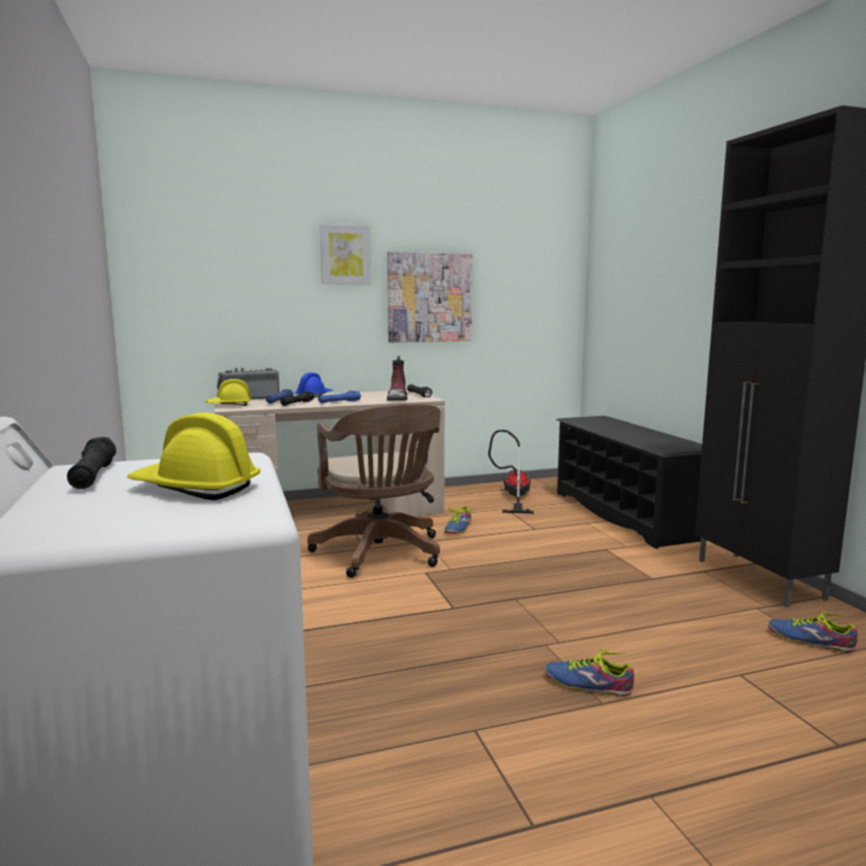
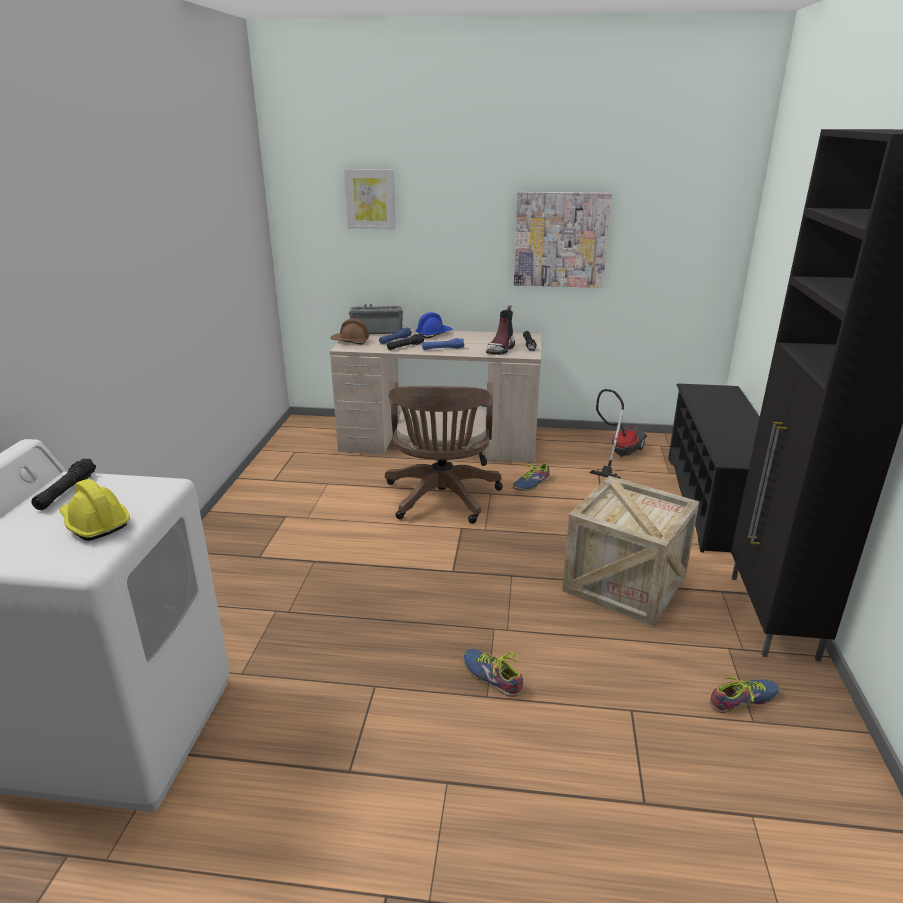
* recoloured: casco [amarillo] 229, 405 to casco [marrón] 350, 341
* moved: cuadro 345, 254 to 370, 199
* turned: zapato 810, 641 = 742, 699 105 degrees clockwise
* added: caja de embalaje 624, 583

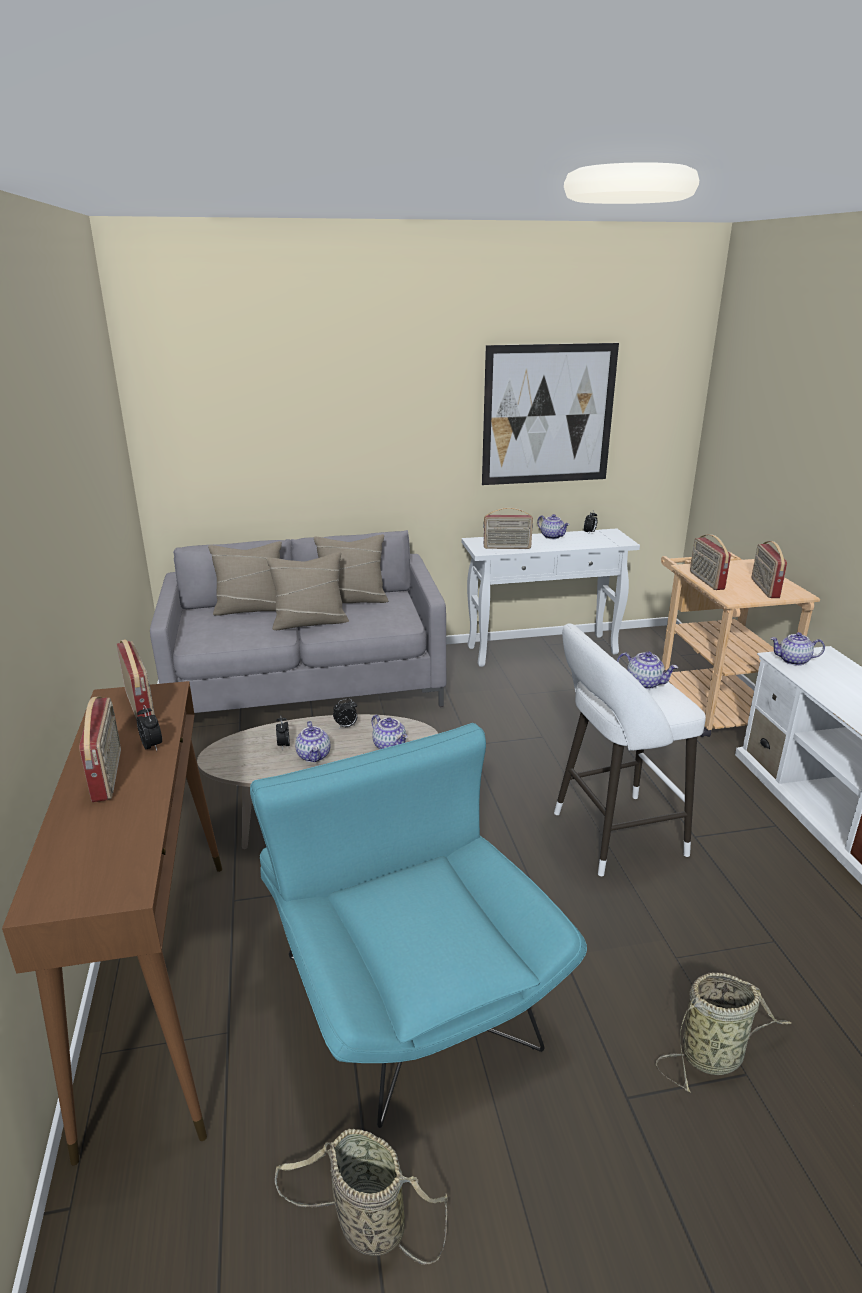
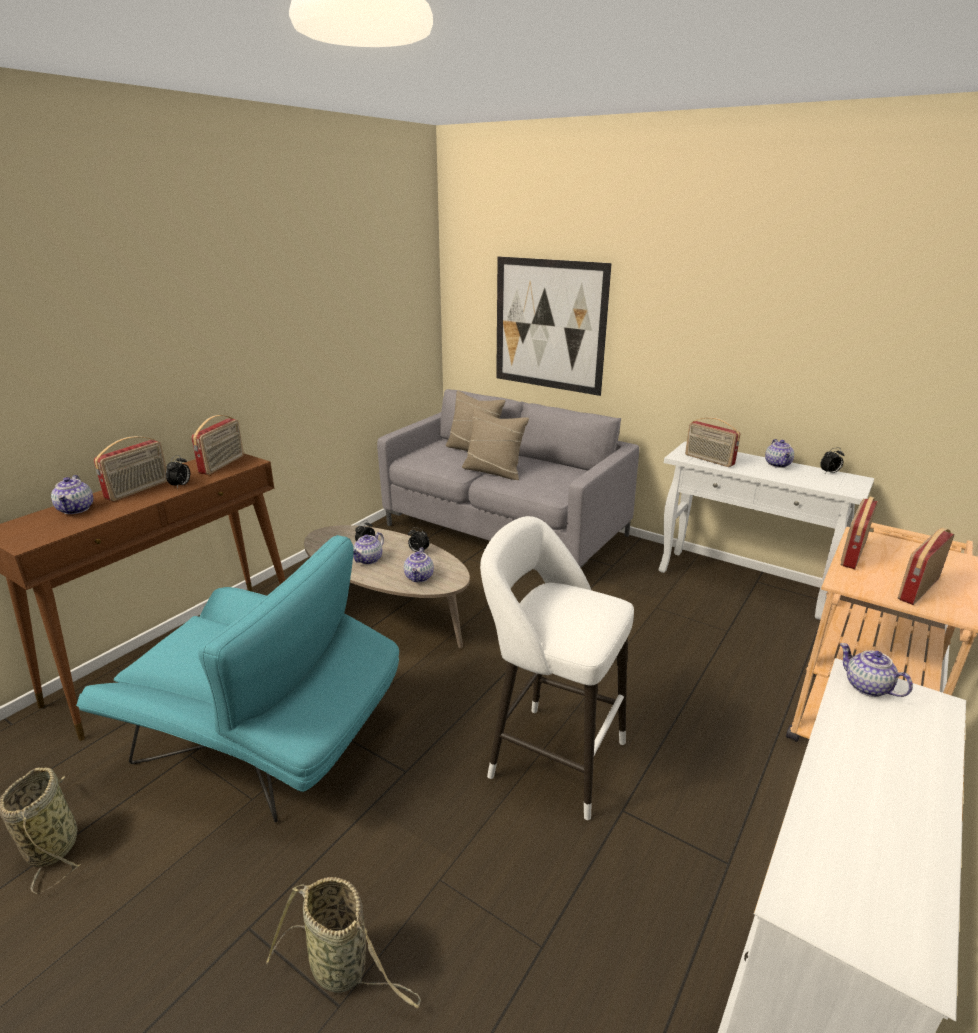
* turned: sillón [turquesa] 404, 982 = 266, 742 90 degrees clockwise
* removed: cojín [beis] 352, 600
* moved: cuadro 548, 415 to 549, 325
* moved: tetera 644, 683 to 76, 509

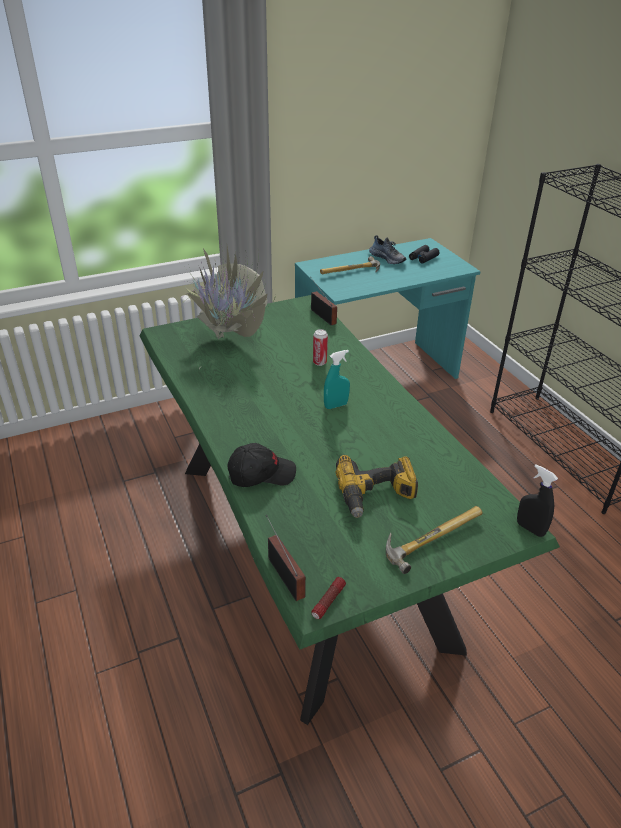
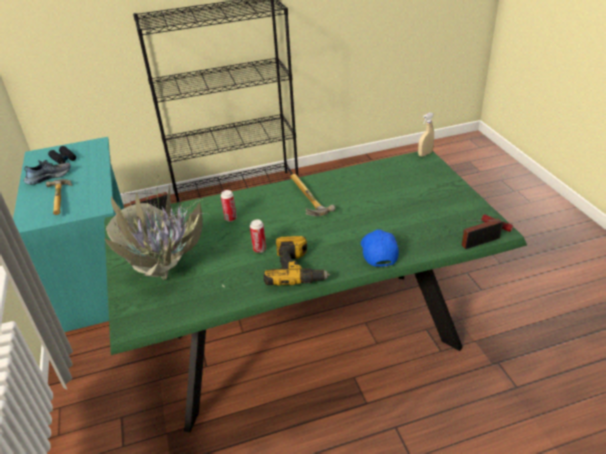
* recoloured: gorra [negro] 261, 474 to gorra [azul] 378, 252
* removed: pulverizador [turquesa] 336, 405
* moved: taladro 376, 495 to 297, 270
* moved: martillo 430, 536 to 305, 199
* recoloured: pulverizador [negro] 530, 529 to pulverizador [beis] 425, 154
* added: lata 259, 249

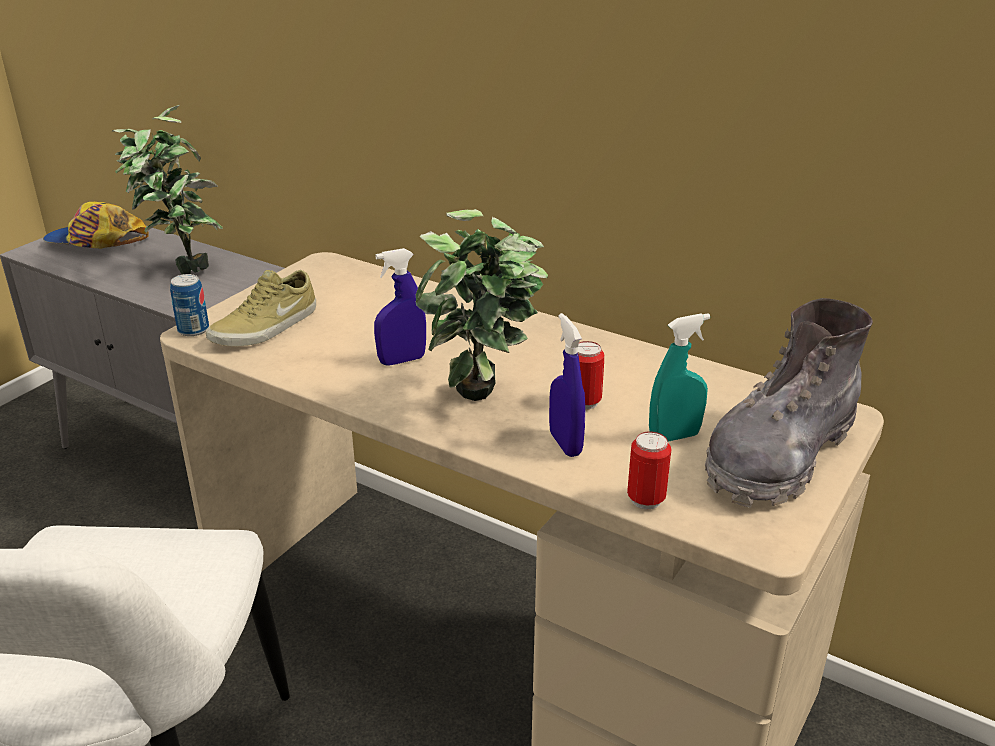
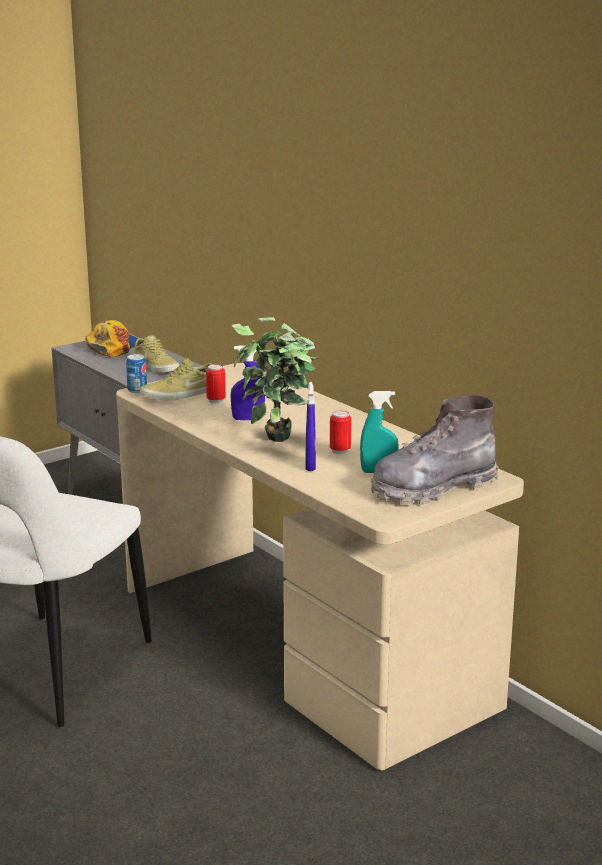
* turned: gorra 95, 242 = 112, 347 75 degrees clockwise
* replaced: planta en maceta 181, 267 to zapato [beis] 158, 367
* moved: lata 646, 500 to 216, 401

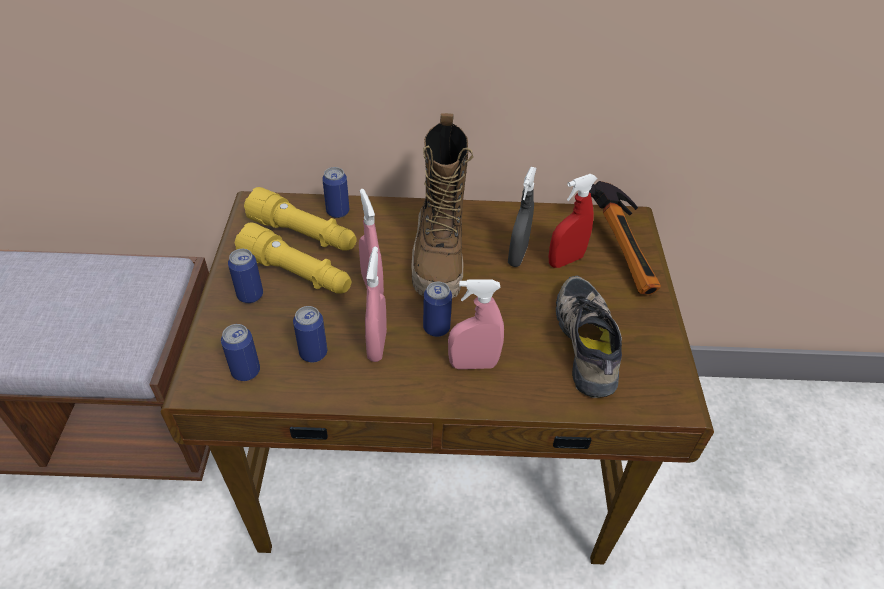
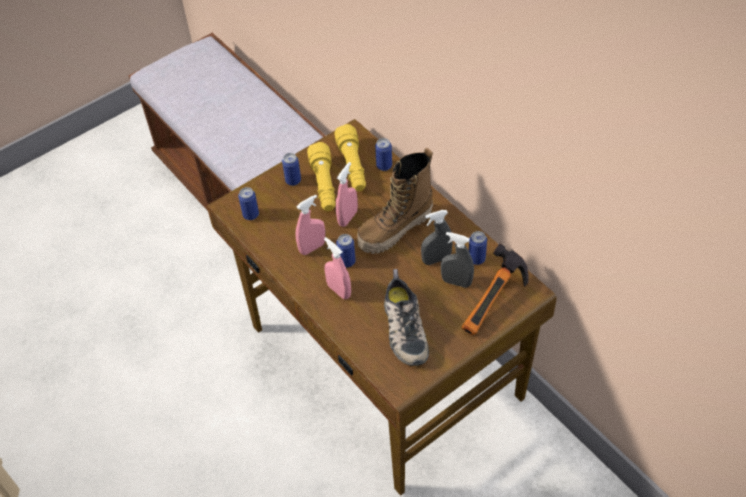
* moved: lata 313, 353 to 476, 259
* recoloured: pulverizador [rojo] 565, 260 to pulverizador [gris] 456, 282
* turned: zapato 589, 343 = 403, 328 120 degrees clockwise

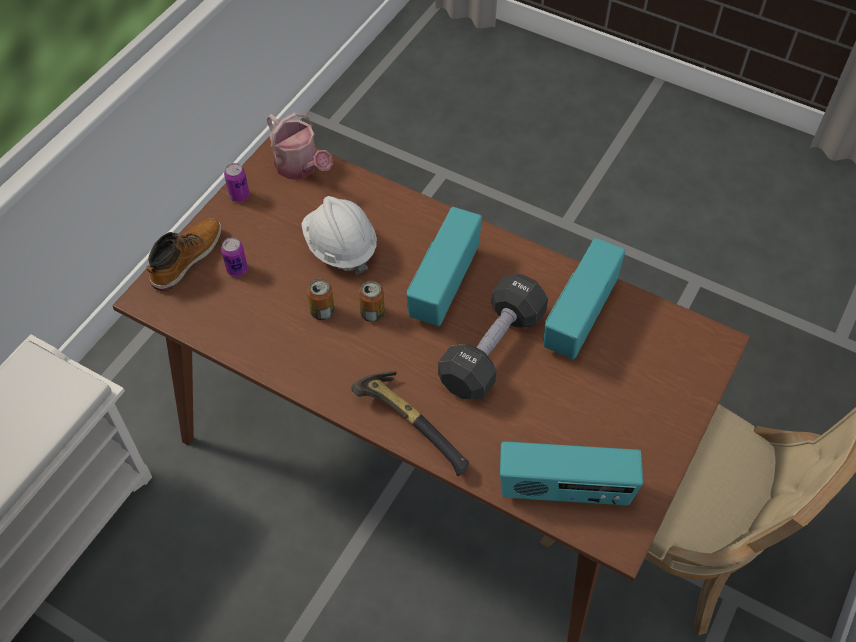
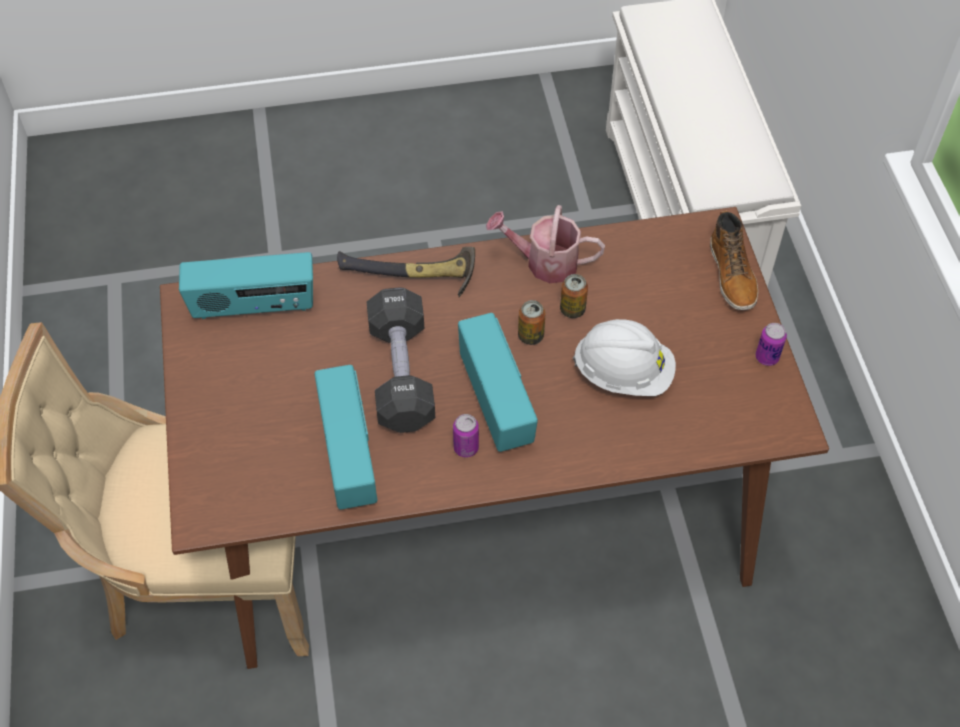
* moved: lata 237, 270 to 466, 448
* moved: regadera 300, 167 to 544, 262
* turned: radio 564, 490 = 254, 307 150 degrees counterclockwise

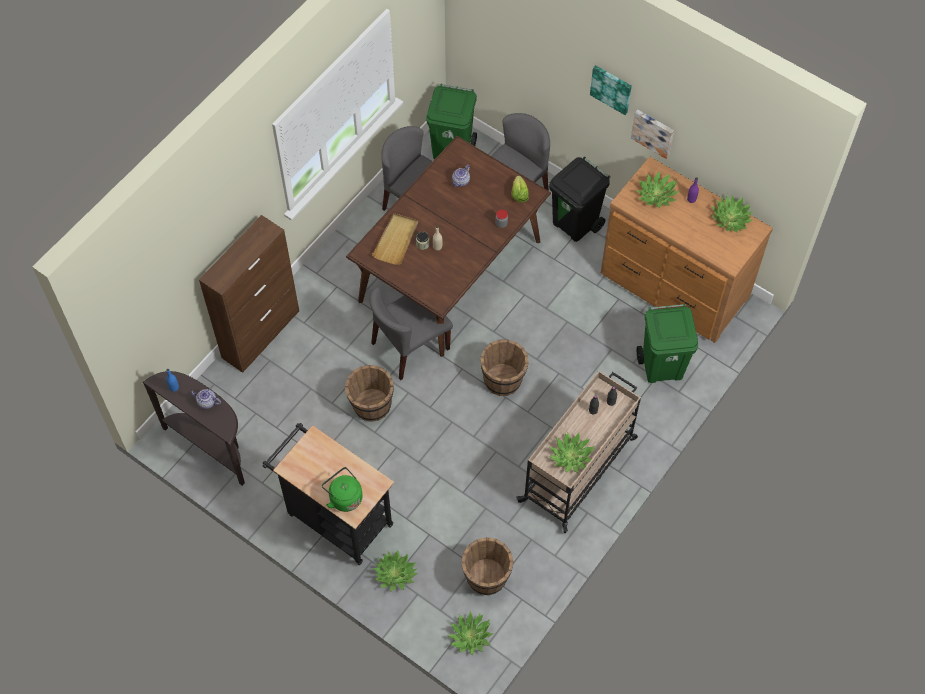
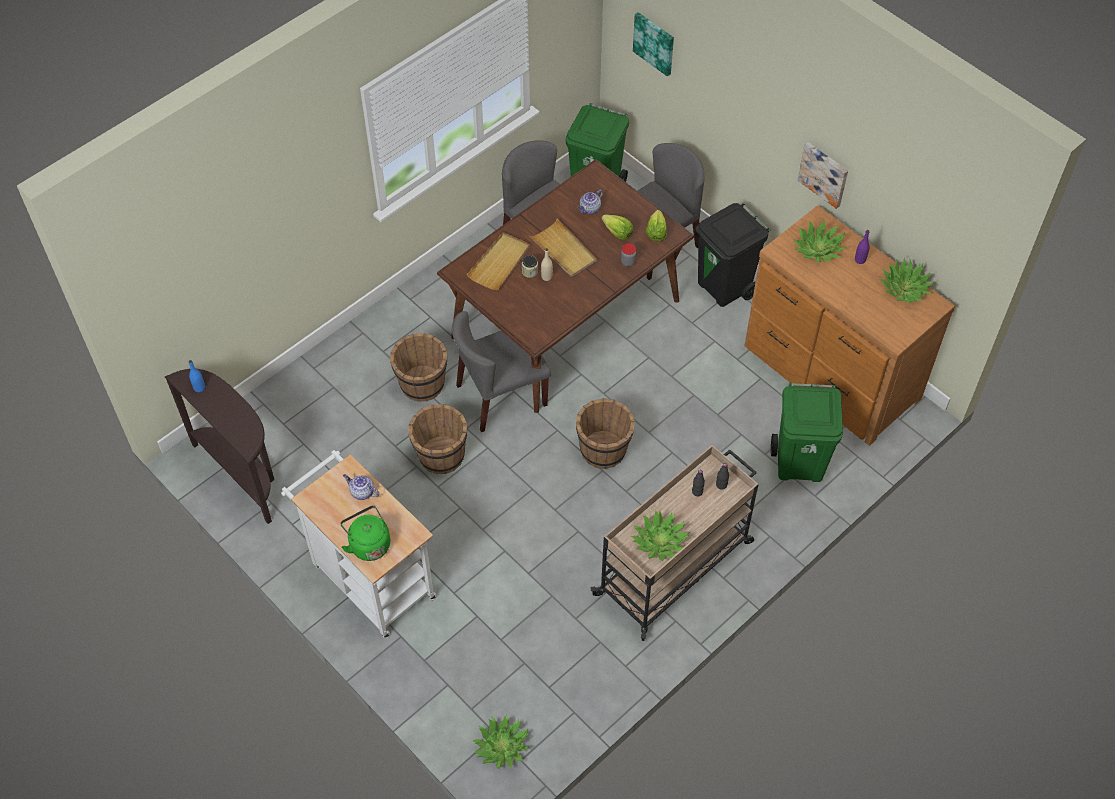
* moved: tetera 206, 402 to 362, 492
* removed: armario [marrón] 261, 334
* recoloured: carrito [negro] 335, 517 to carrito [blanco] 369, 577
* removed: planta en maceta 395, 574
* moved: cubo [marrón] 486, 577 to 422, 384
* moved: cuadro 611, 88 to 654, 43
* added: bandeja [beis] 563, 250
* added: lechuga 617, 233

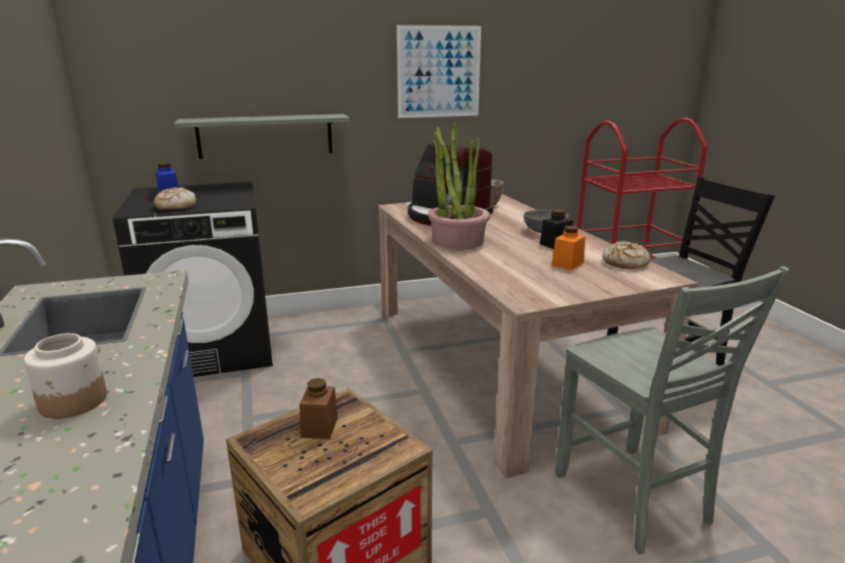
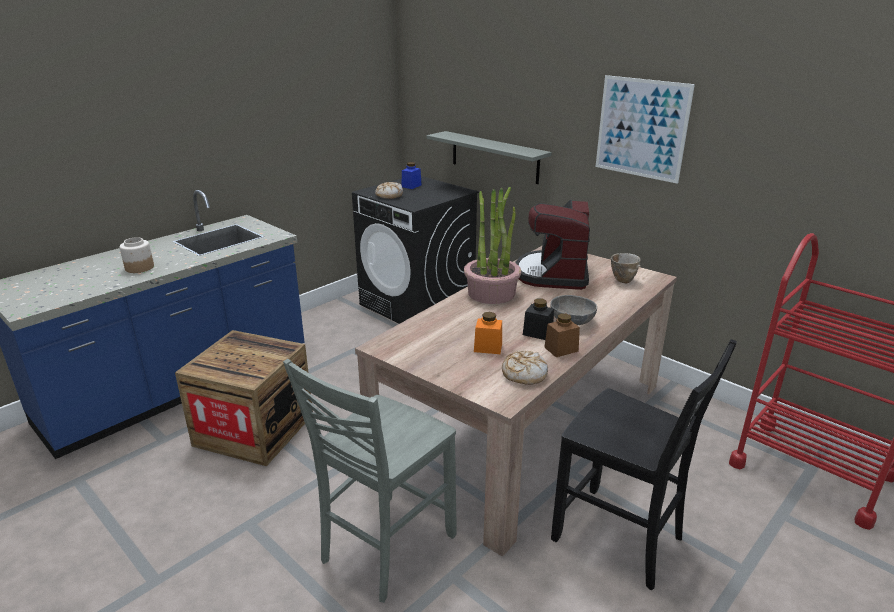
* moved: tarro [marrón] 319, 427 to 561, 349

